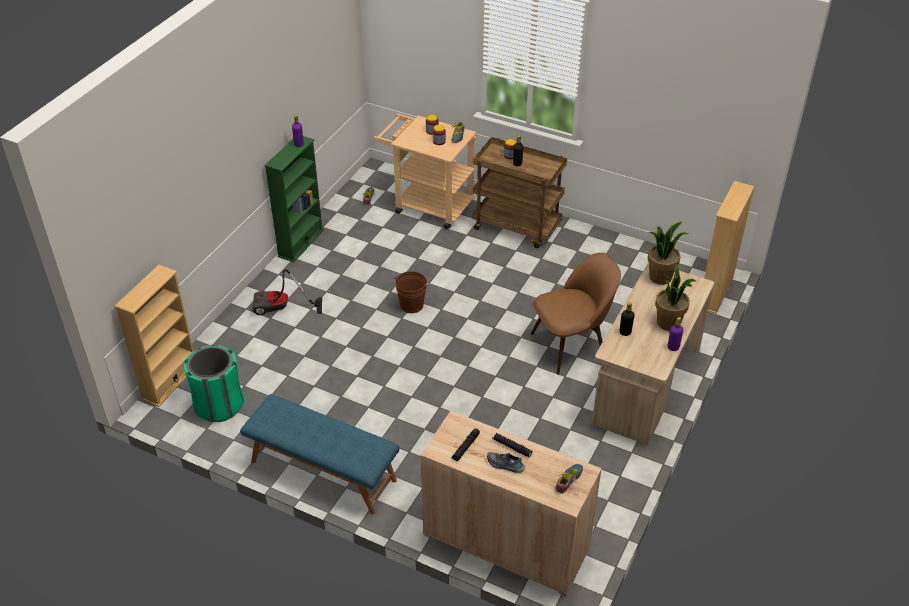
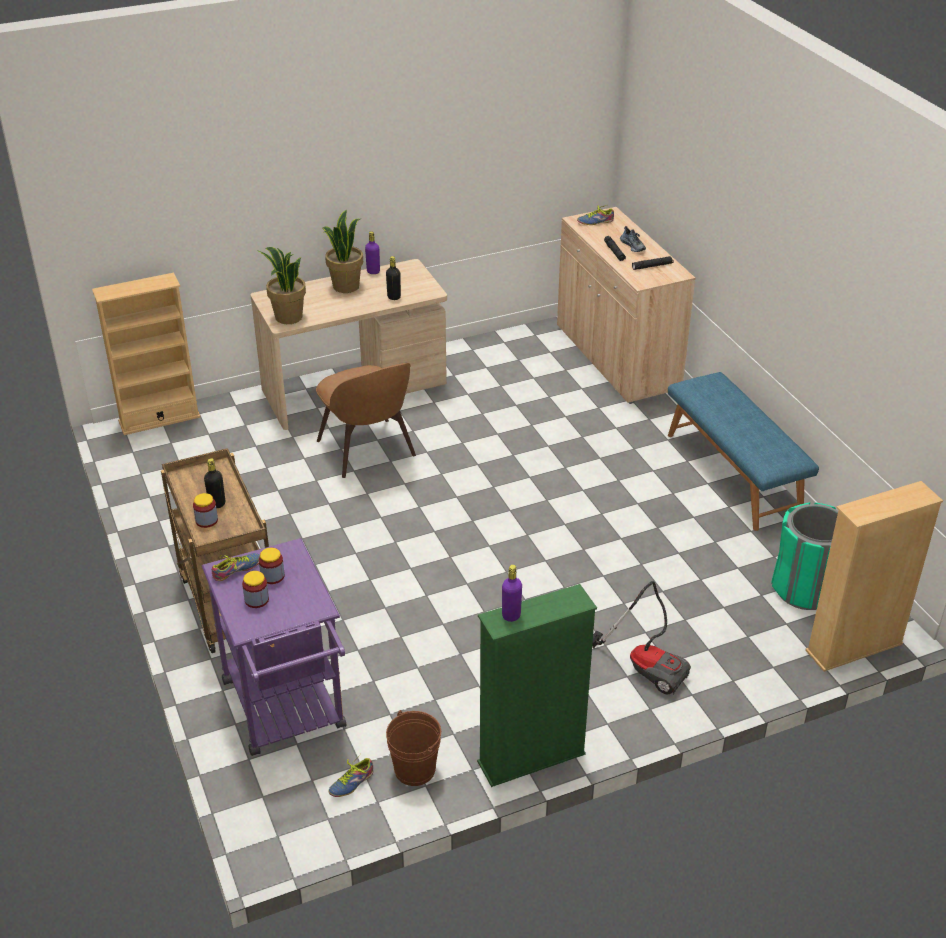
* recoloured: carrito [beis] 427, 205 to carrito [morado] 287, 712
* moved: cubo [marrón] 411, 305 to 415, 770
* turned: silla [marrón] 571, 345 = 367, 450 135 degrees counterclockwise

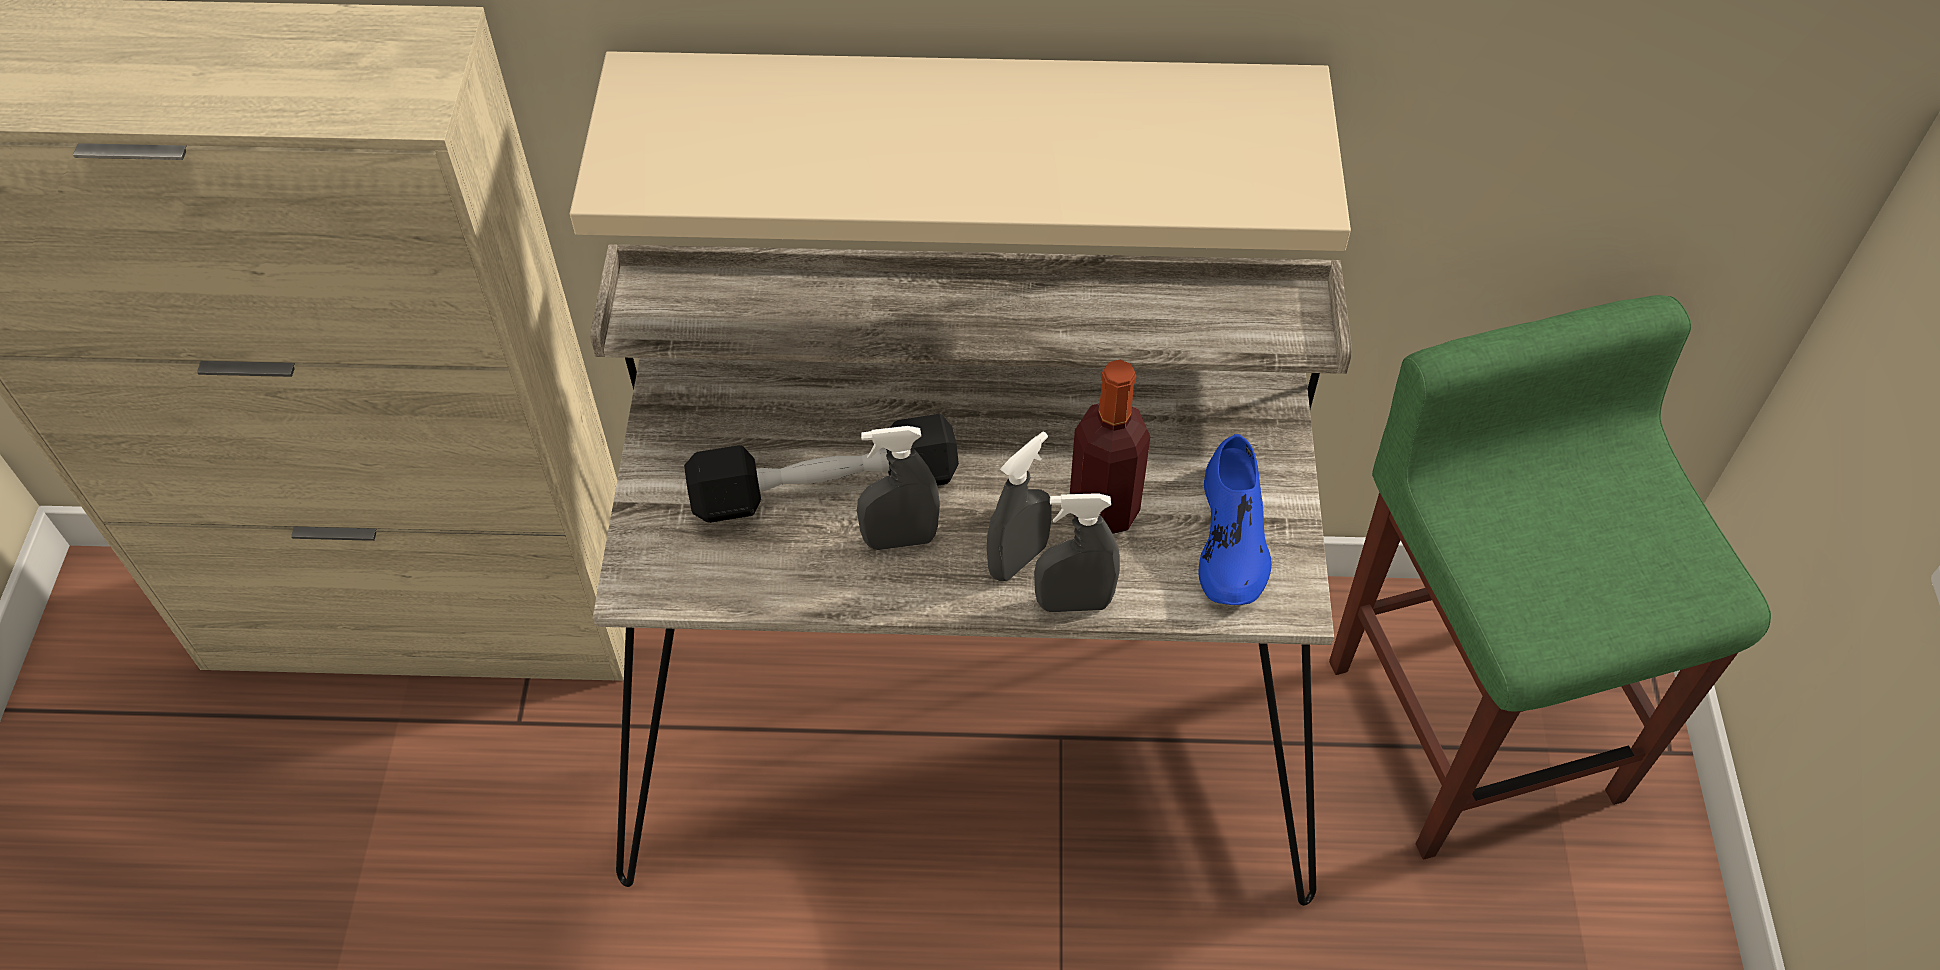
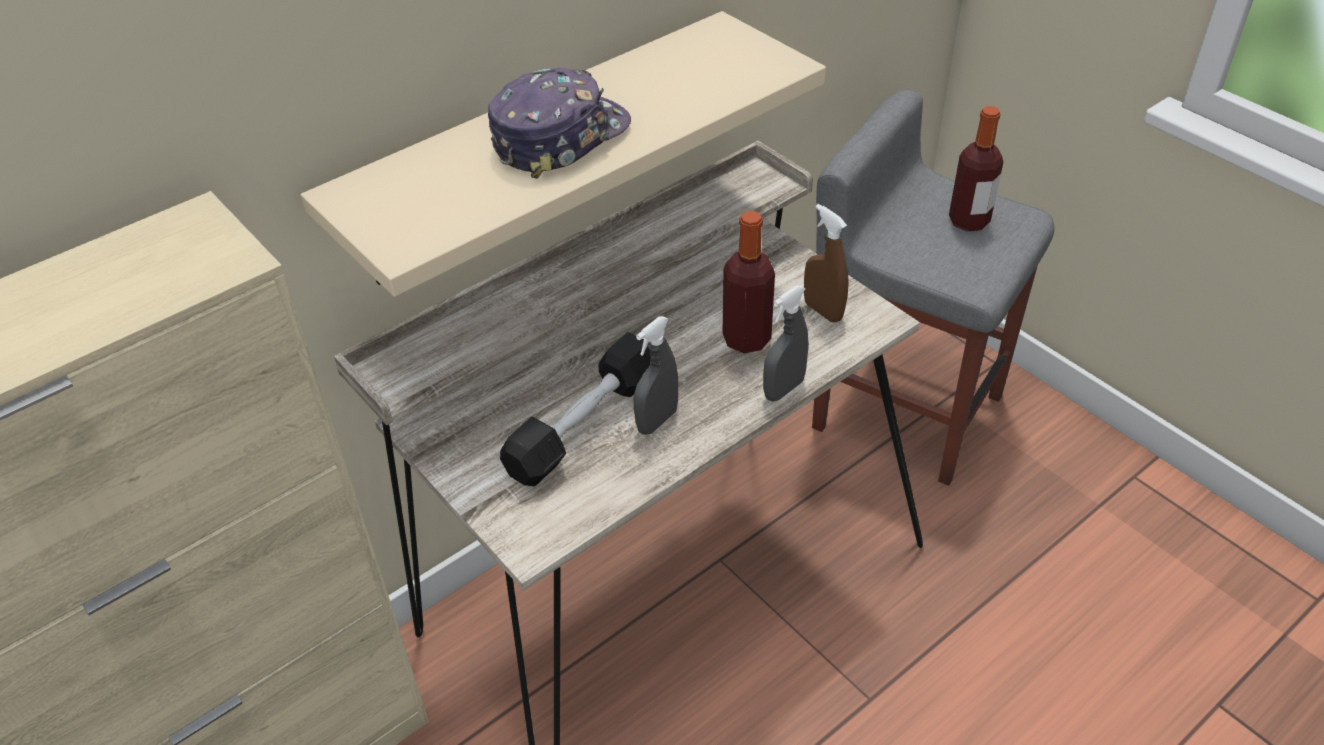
* removed: pulverizador [gris] 1018, 559
* replaced: zapato [azul] 1232, 538 to pulverizador [marrón] 823, 311
* recoloured: taburete [verde] 1471, 724 to taburete [gris] 904, 410
* added: gorra 559, 138
* added: botella 969, 221

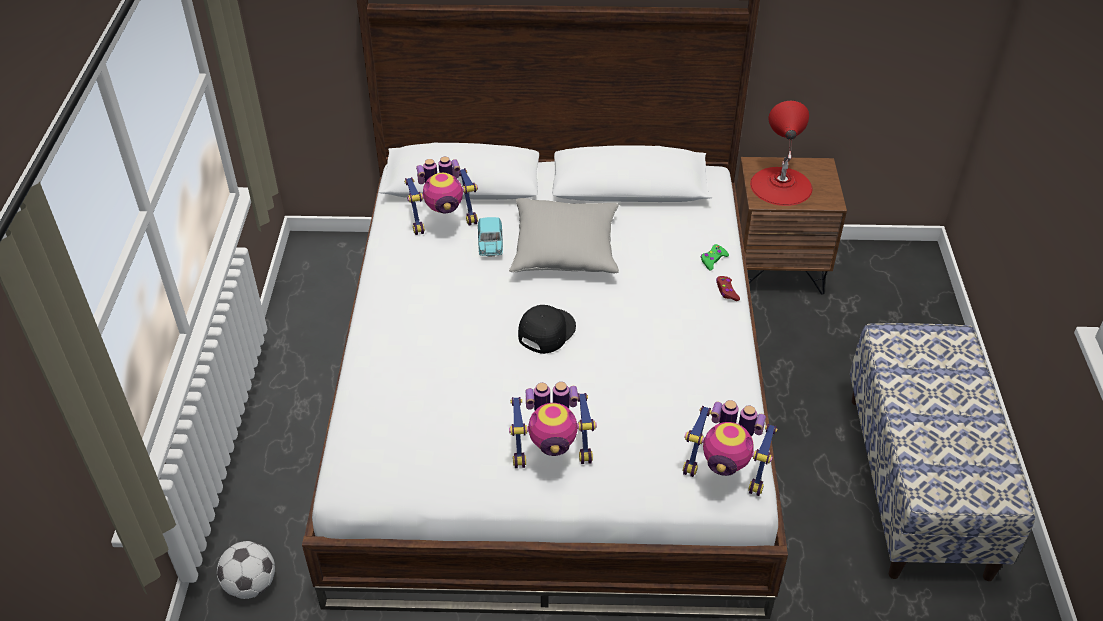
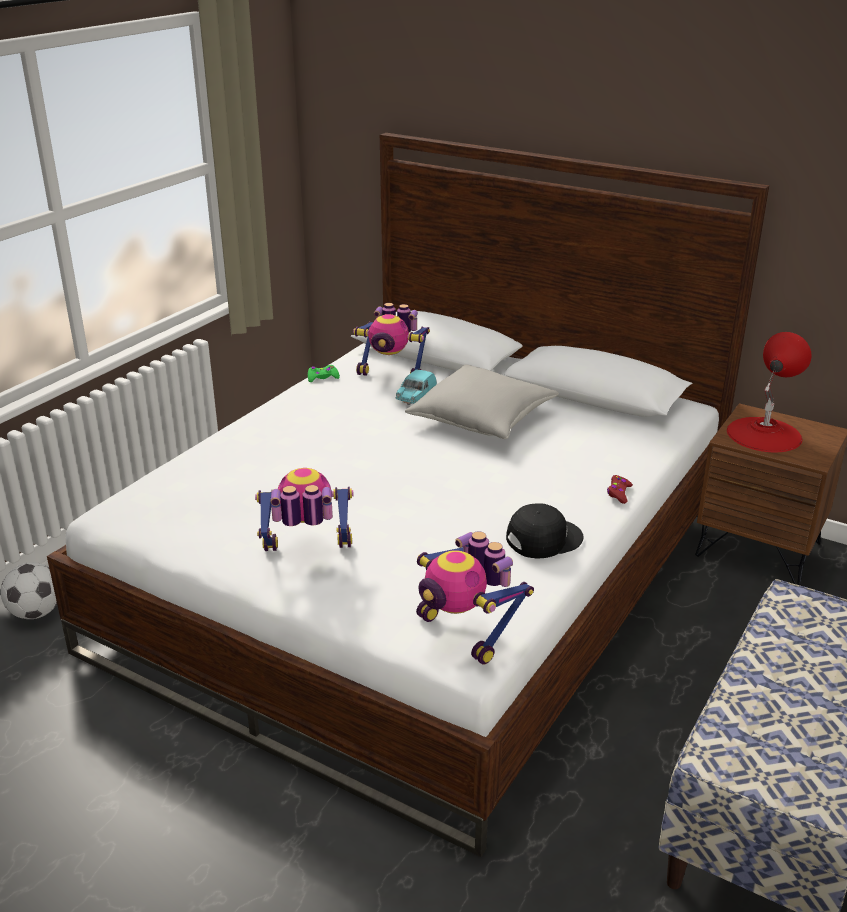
* turned: robot de juguete 552, 454 = 307, 554 150 degrees clockwise
* moved: gorra [negro] 546, 331 to 543, 538
* moved: mando de consola [verde] 713, 260 to 322, 377

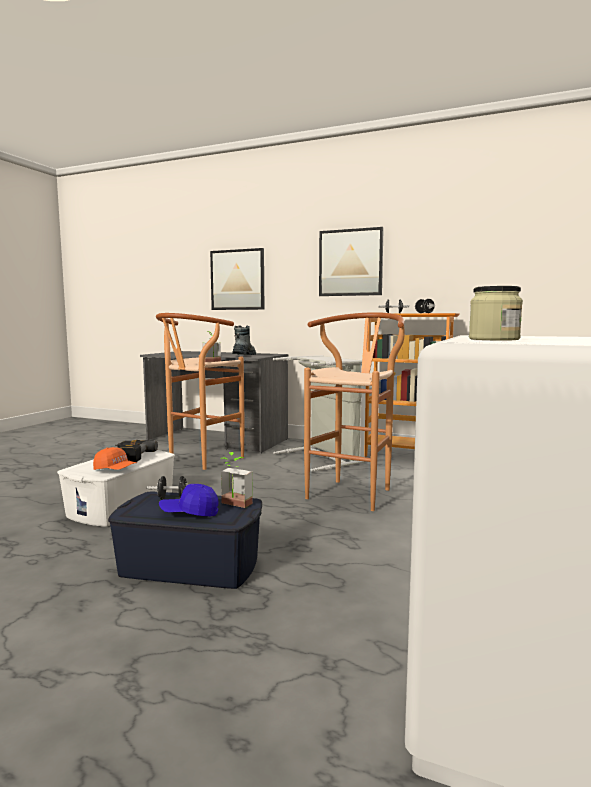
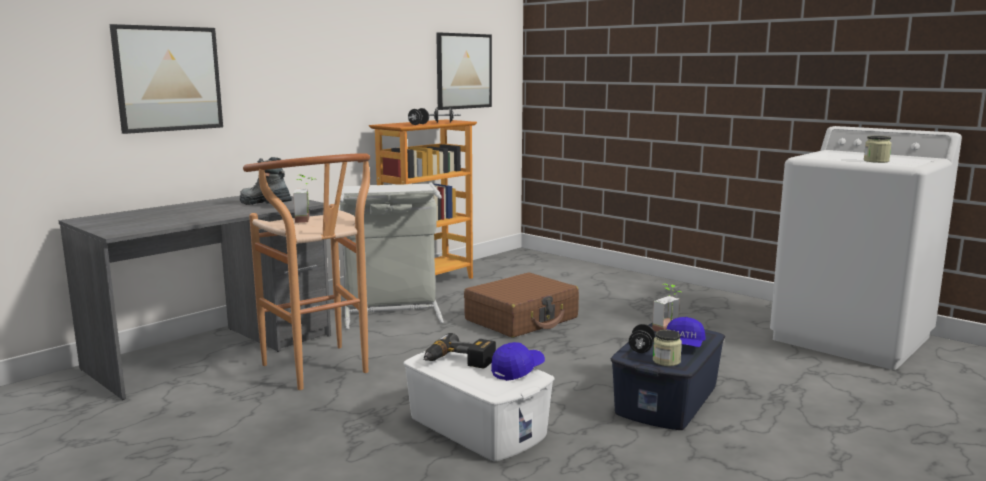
* recoloured: gorra [naranja] 115, 470 to gorra [azul] 517, 370
* replaced: taburete [marrón] 354, 492 to maleta [marrón] 522, 319
* moved: cuadro 350, 262 to 463, 71
* added: tarro 666, 361

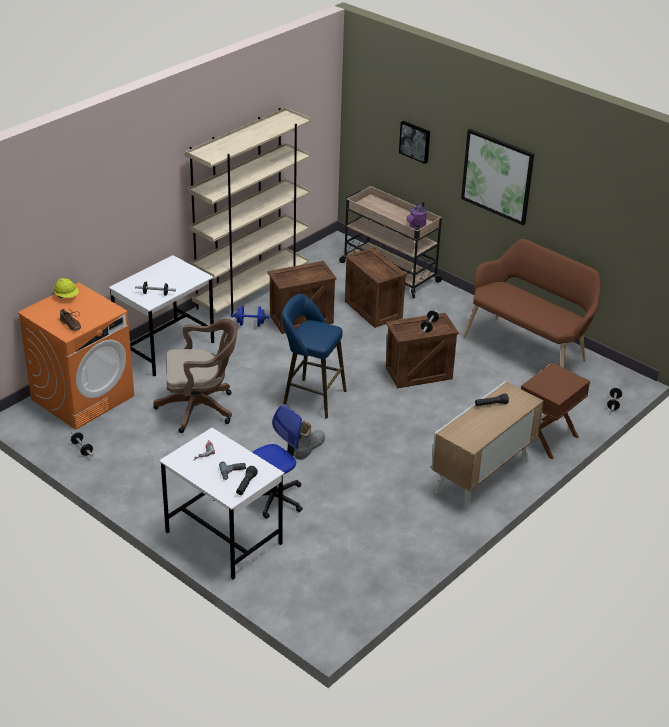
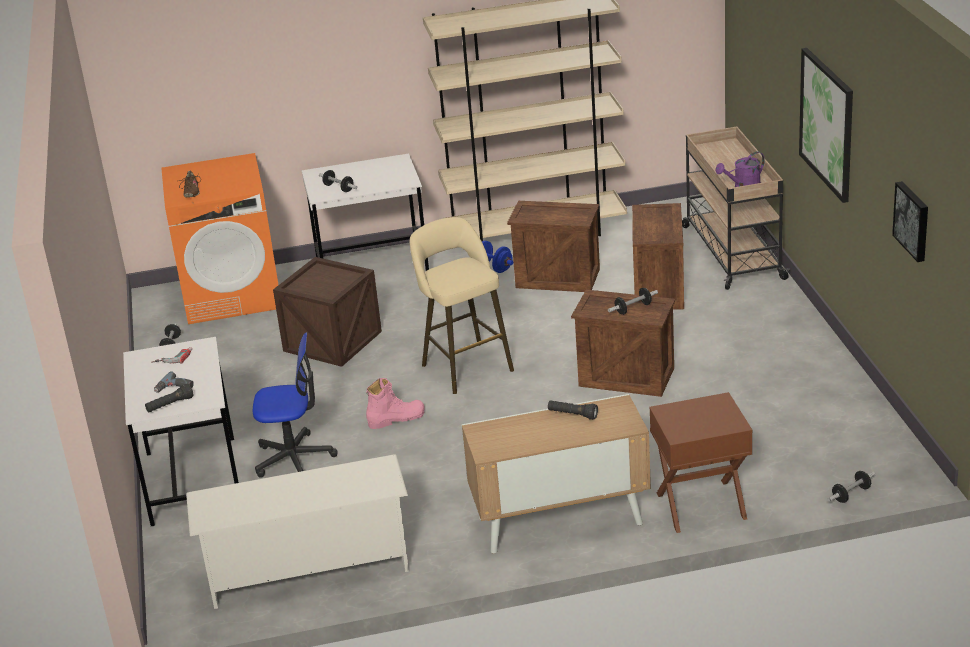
* removed: casco [amarillo] 66, 296
* replaced: silla de oficina [marrón] 200, 408 to caja de embalaje 332, 341
* recoloured: taburete [azul] 311, 397 to taburete [beis] 464, 366
* recoloured: bota [gris] 309, 447 to bota [rosa] 396, 418
* moved: cuadro 415, 141 to 913, 220
* removed: banco [marrón] 528, 348
* added: zapatero [blanco] 308, 569

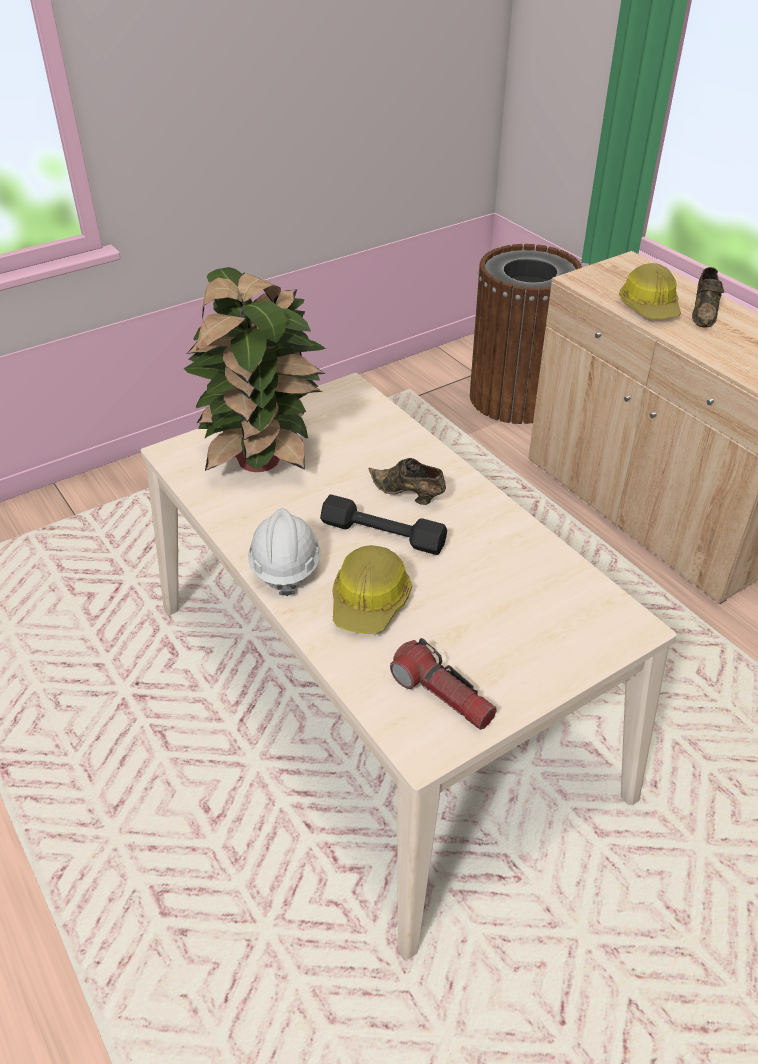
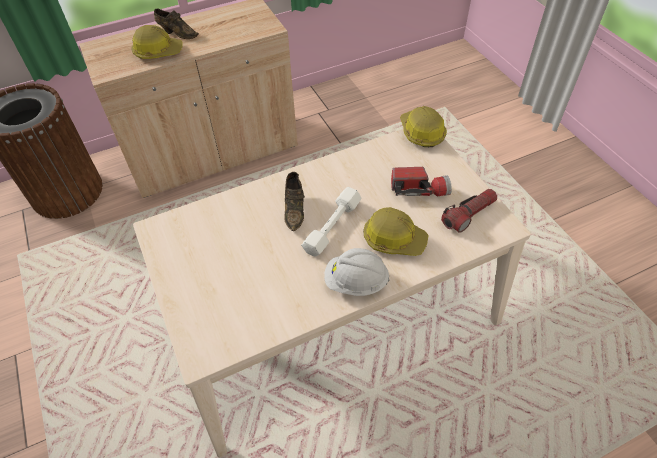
* removed: planta en maceta 262, 457
* recoloured: mancuerna [negro] 382, 534 to mancuerna [blanco] 332, 226
* turned: zapato [marrón] 408, 495 = 295, 209 45 degrees counterclockwise
* added: linterna 419, 190
* added: casco 421, 133

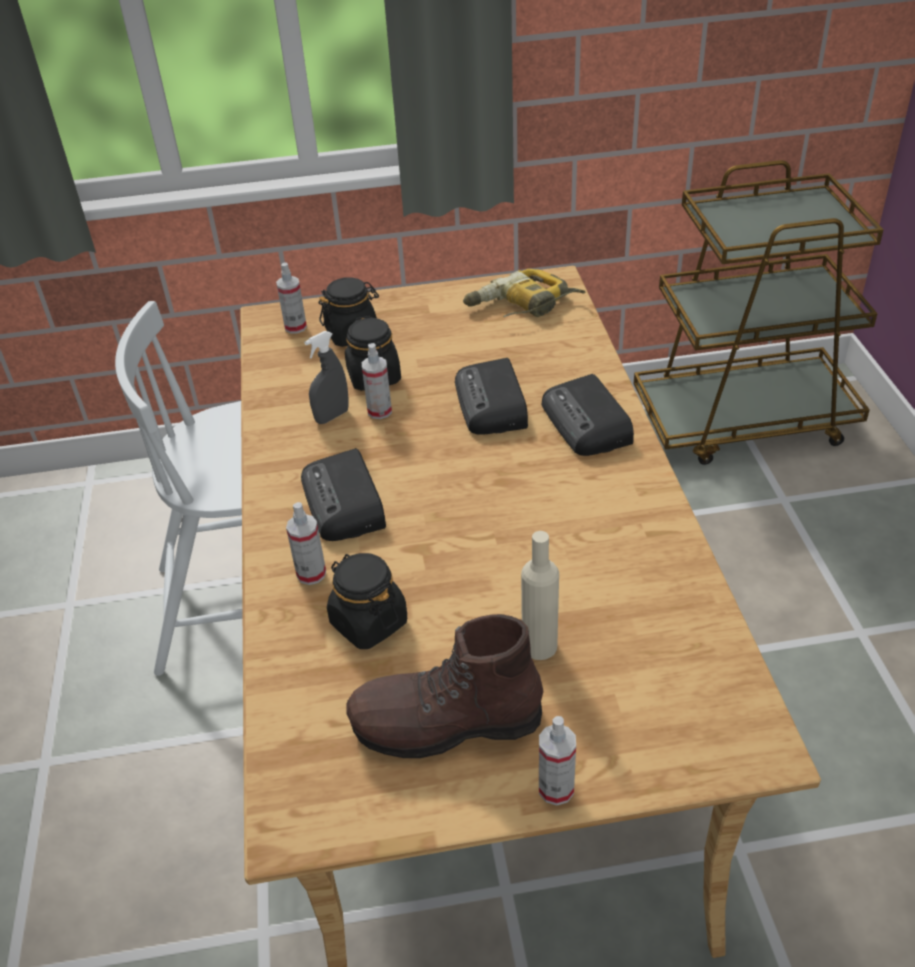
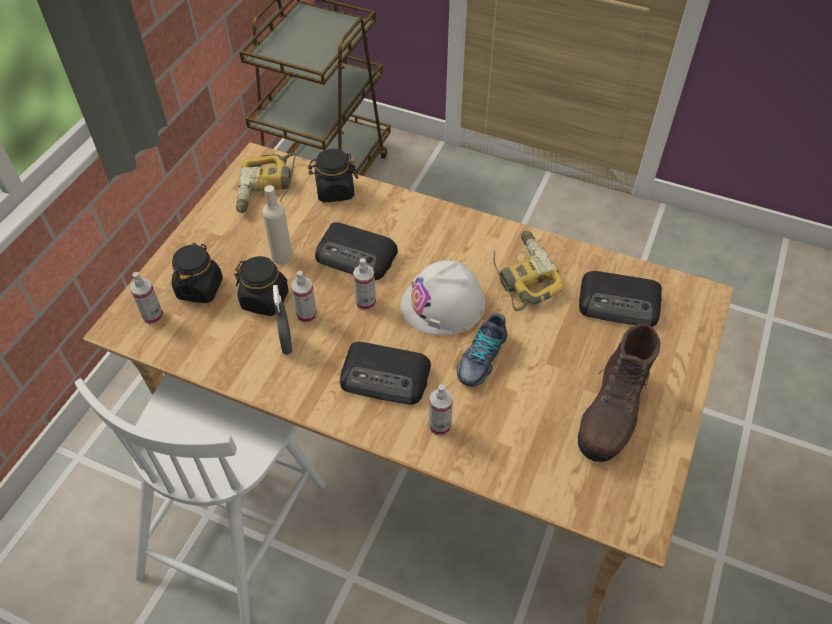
* moved: tarro [negro] 368, 622 to 335, 191
* moved: botella [beis] 539, 646 to 282, 256
* moved: pulverizador 556, 789 to 366, 303
* moved: radio 587, 424 to 620, 304
* added: casco [blanco] 443, 304
* added: zapato 481, 357
* added: taladro 522, 276

